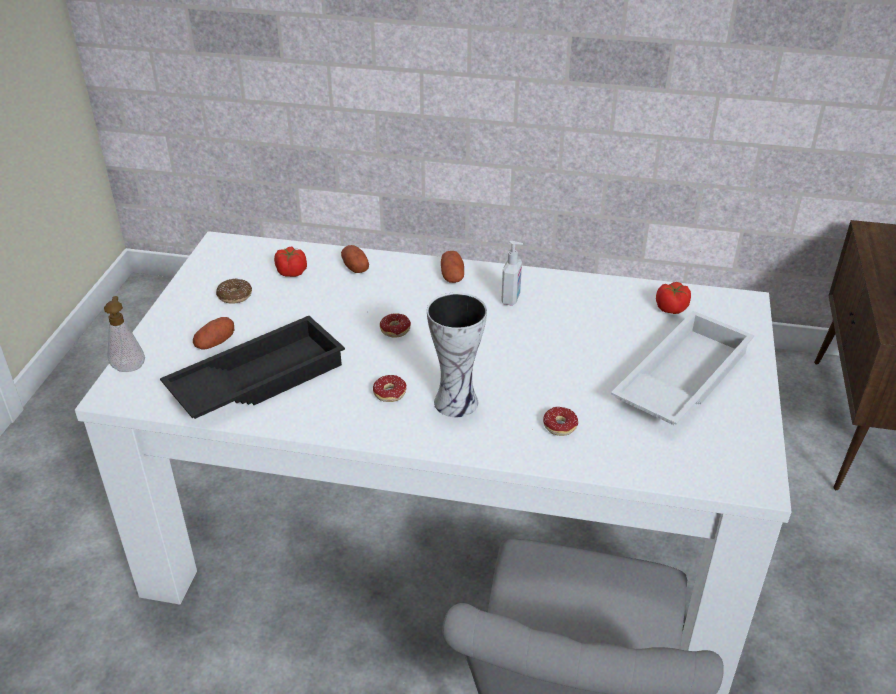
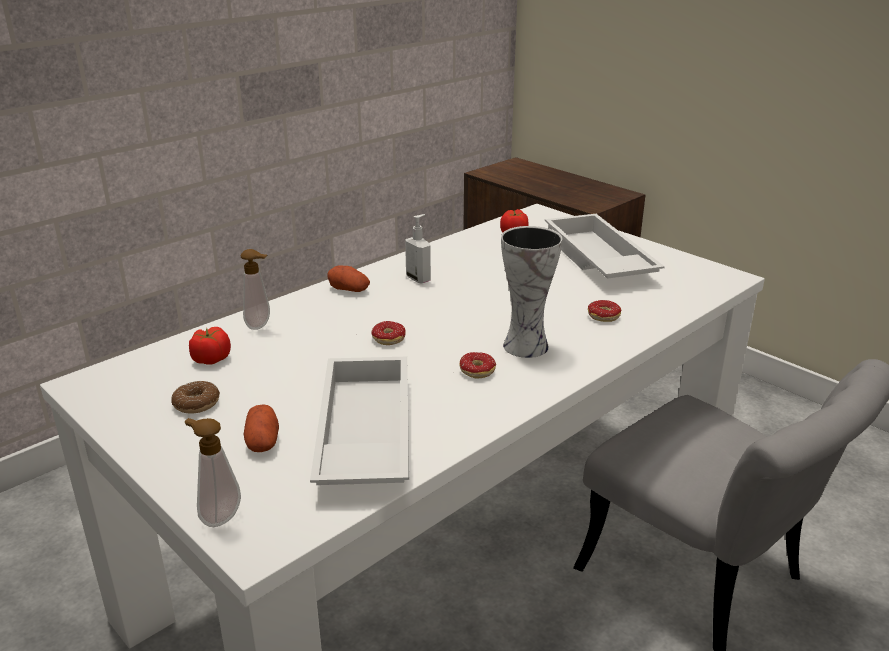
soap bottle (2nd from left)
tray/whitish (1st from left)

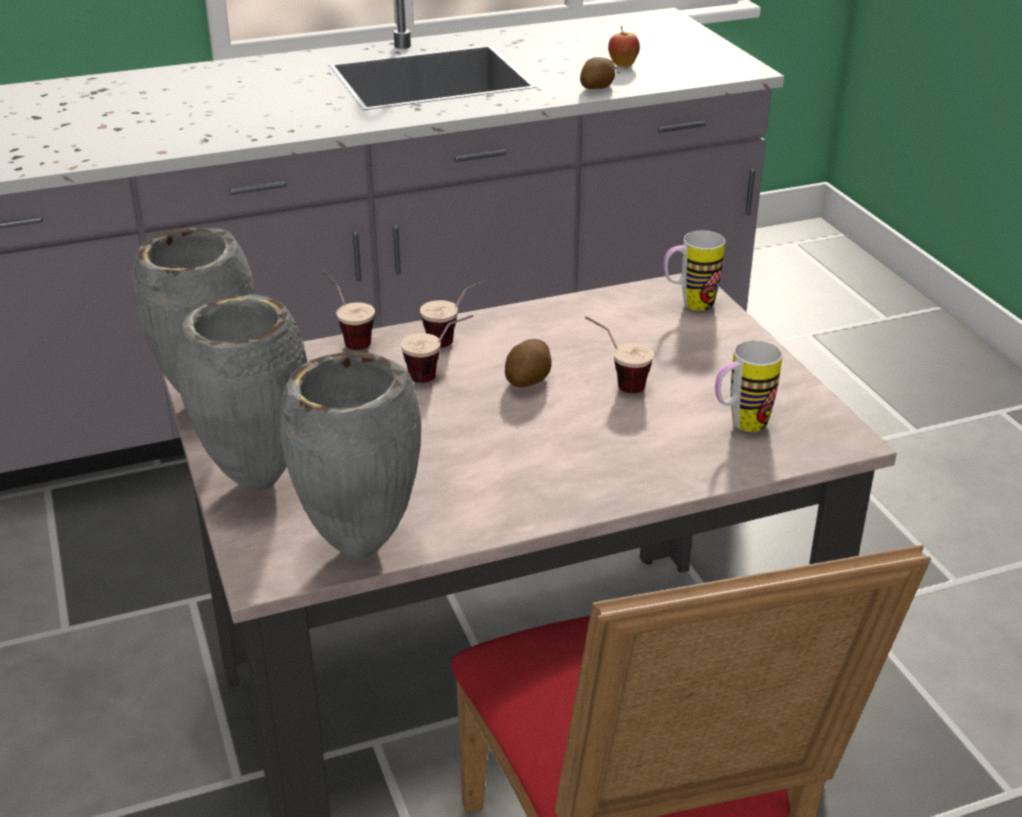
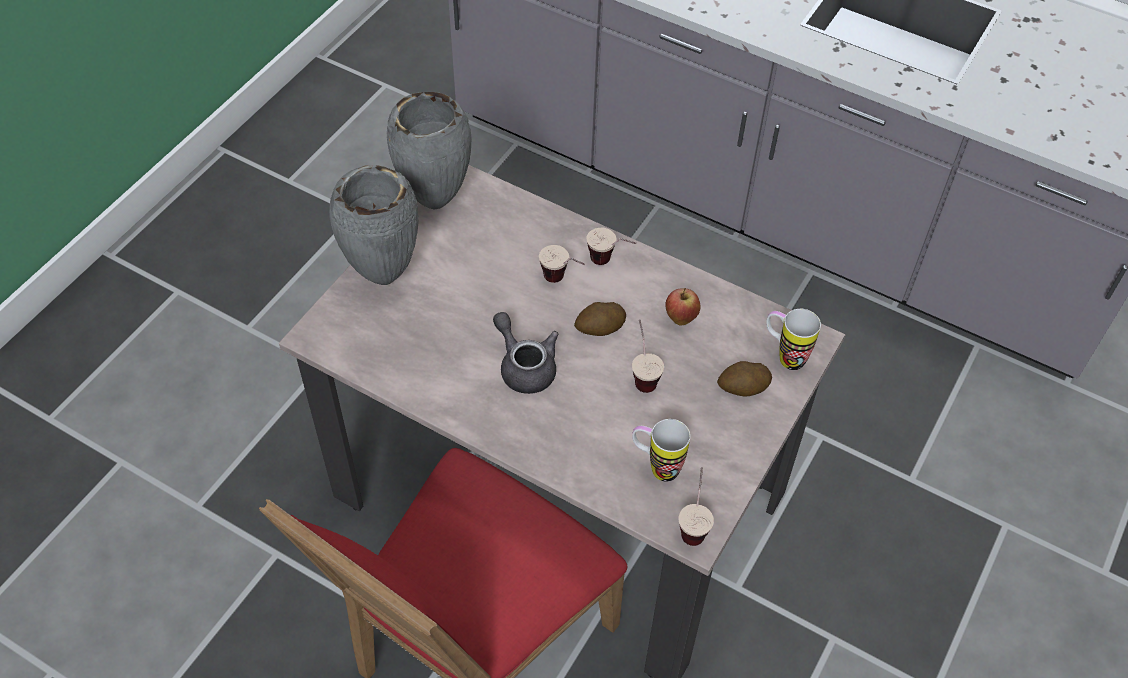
teapot/greyish
whole apple
drinking cup (4th from left)
potato (2nd from left)
vase/greyish (3rd from left in the first image)

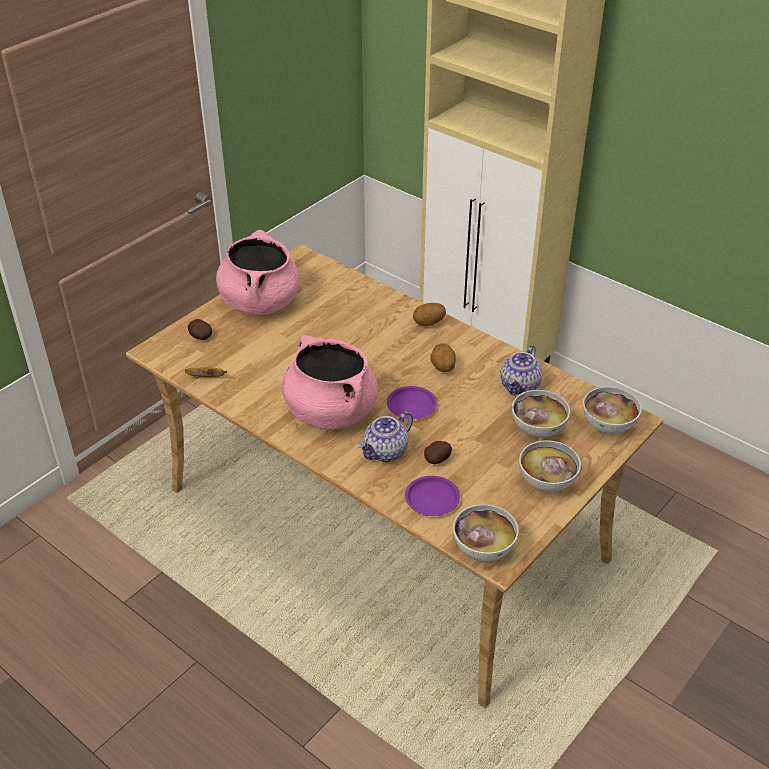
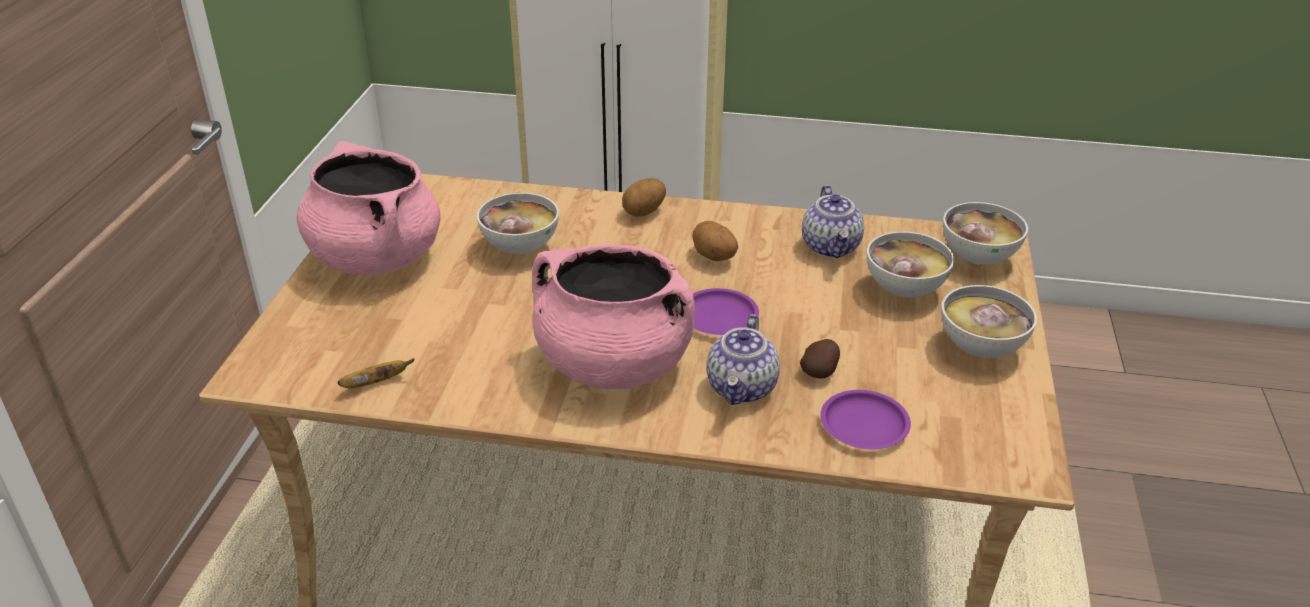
bowl (1st from left)
potato (1st from left in the first image)

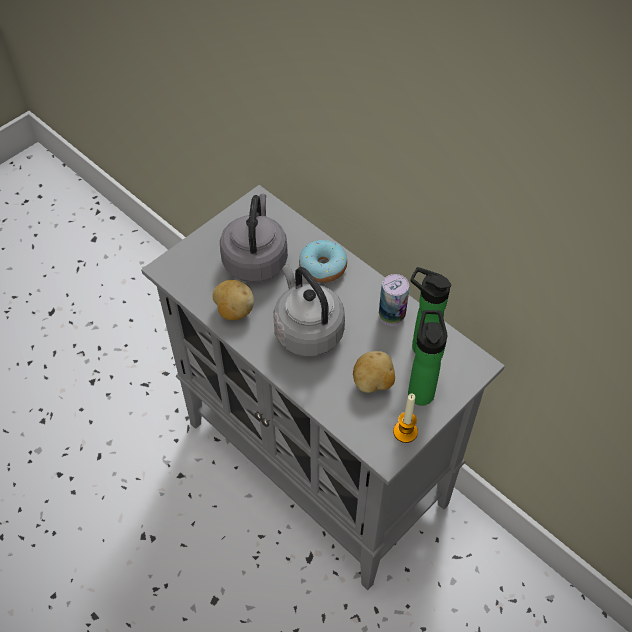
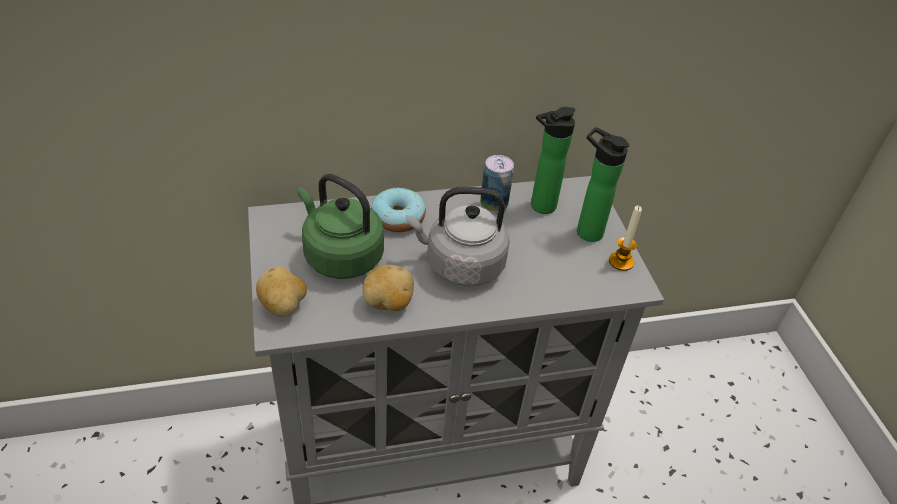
potato (1st from left)
kettle/green

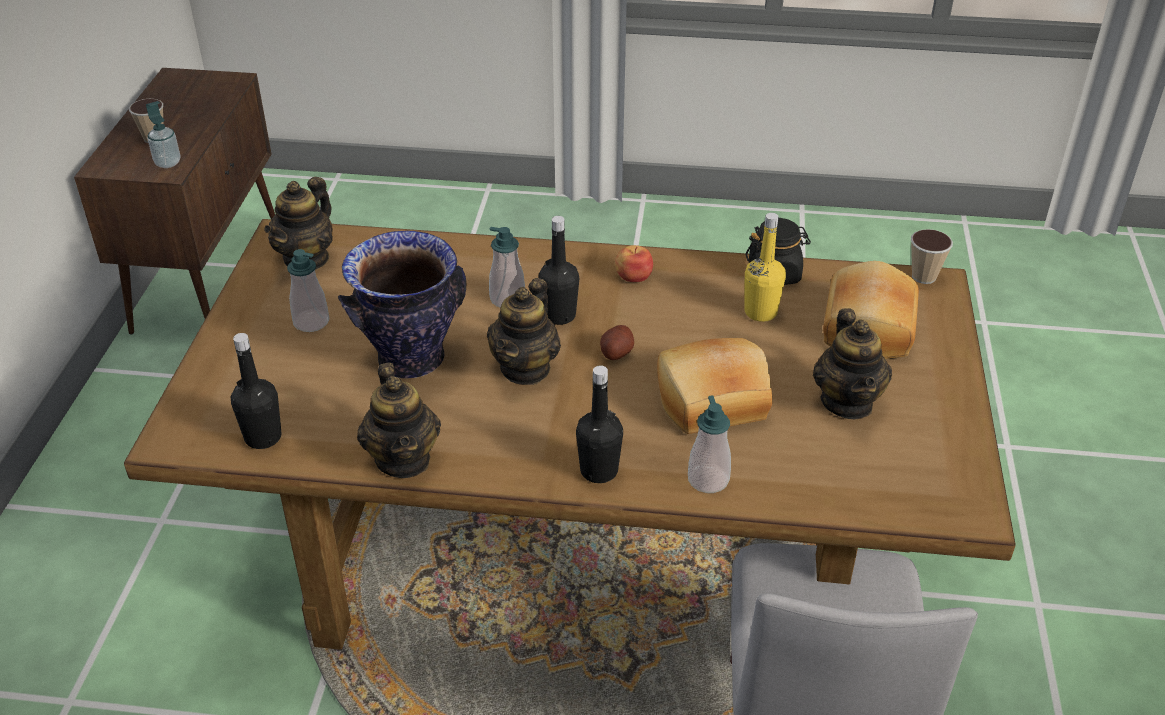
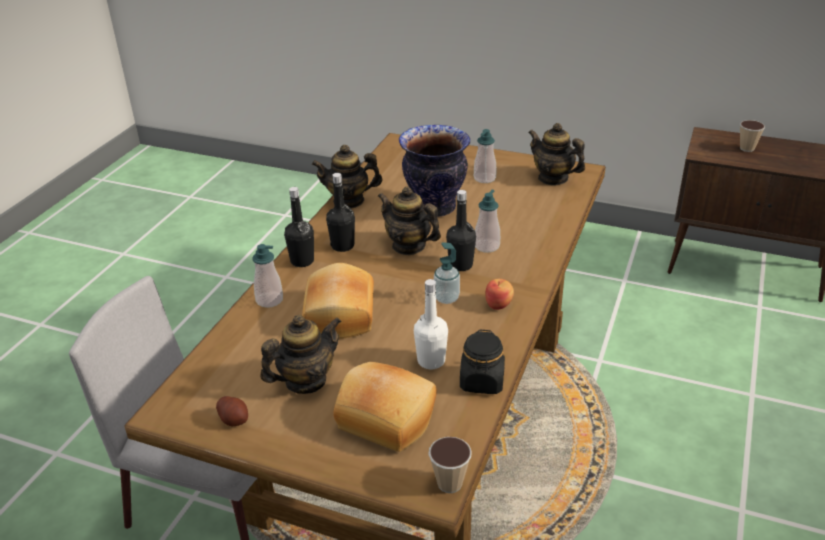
potato
teapot (1st from left)
drink bottle/black-coloured (2nd from left)
drink bottle/whitish
soap bottle (2nd from left)

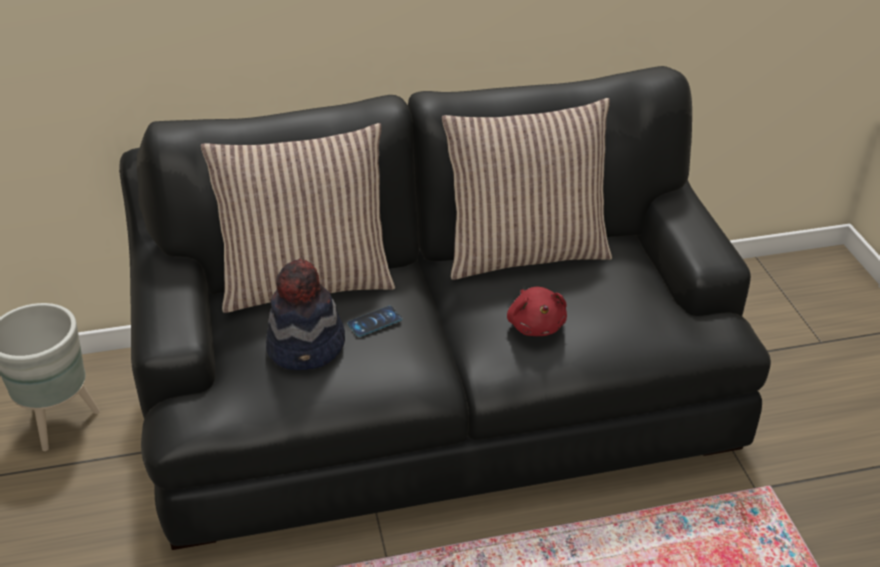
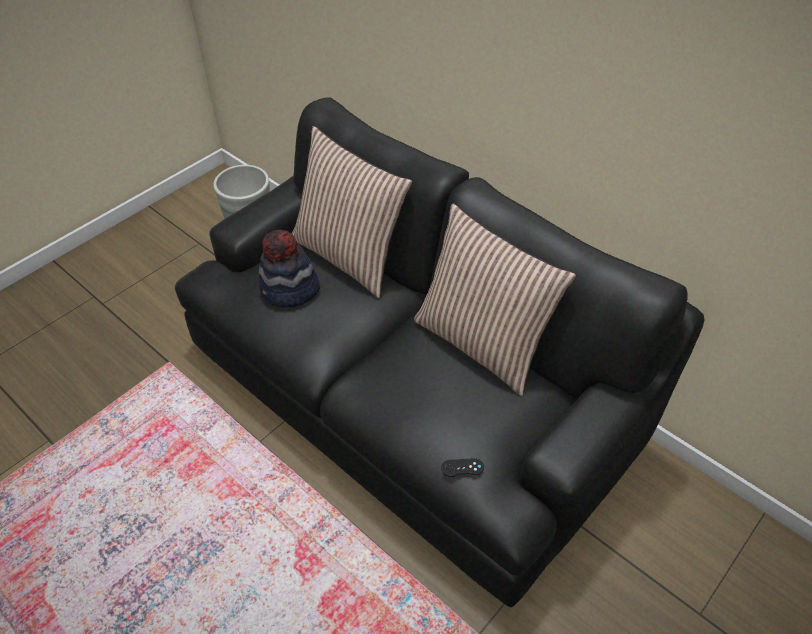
gamepad/black-coloured
phone
plush toy/red

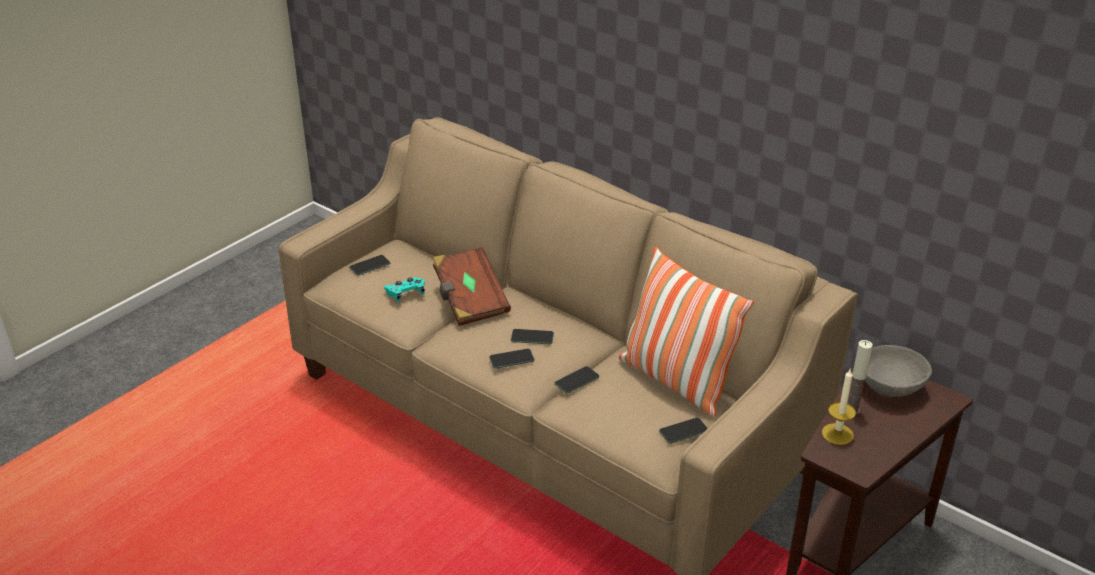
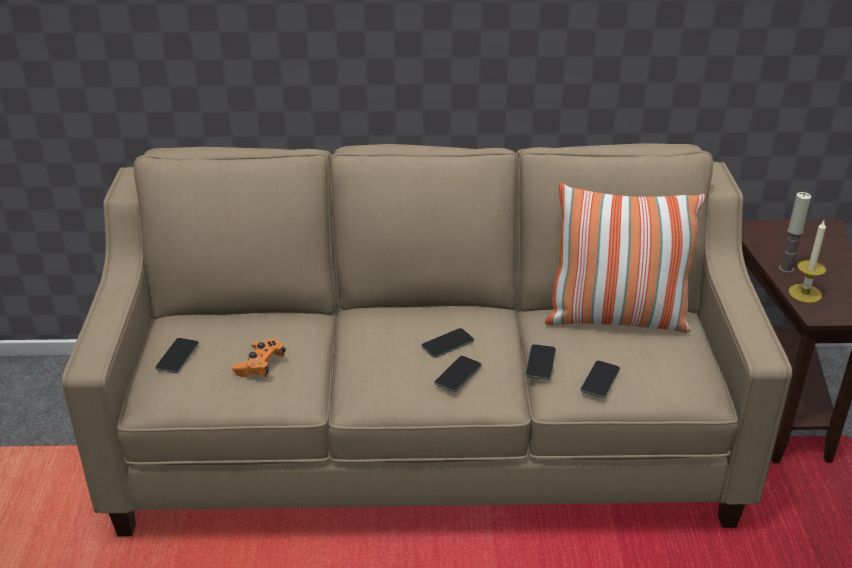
gamepad/orangey
phone (5th from left)
book/brown
bowl/greyish

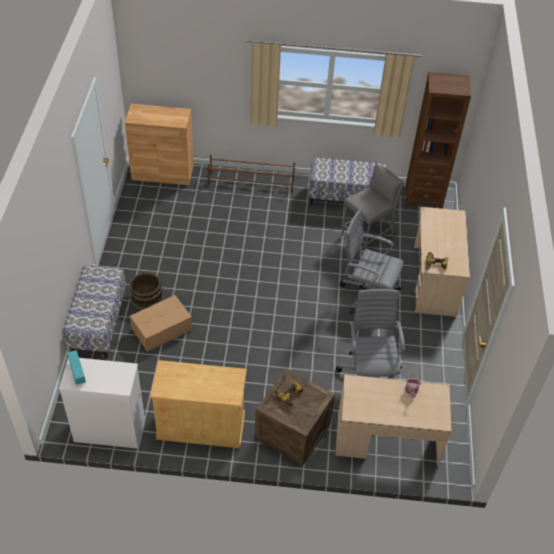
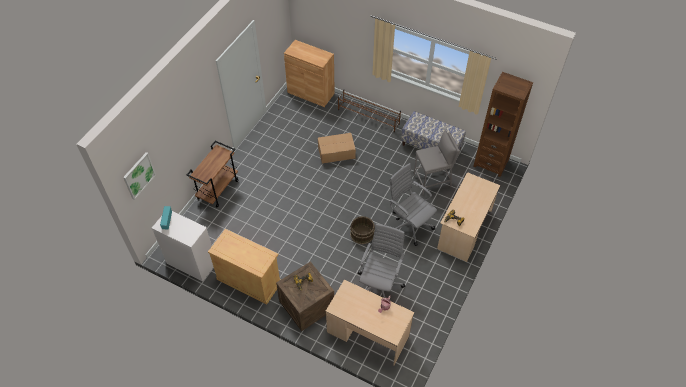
wall art
wheeled cart/brown
packing box
pail/brown

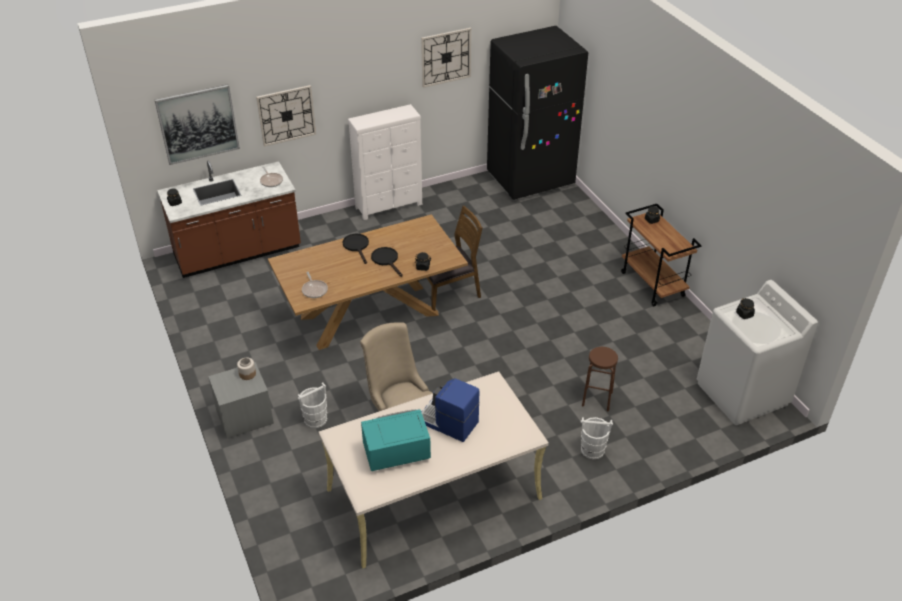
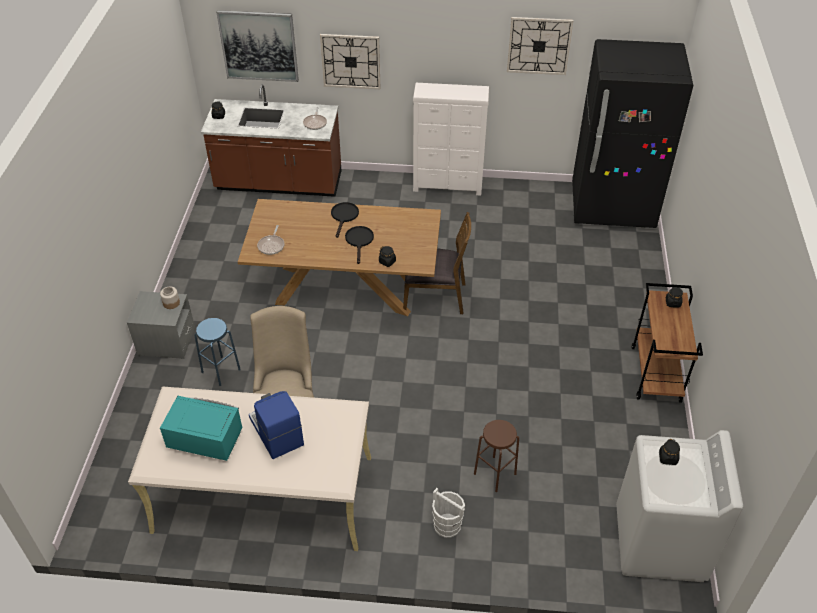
sitting stool/blue-coloured

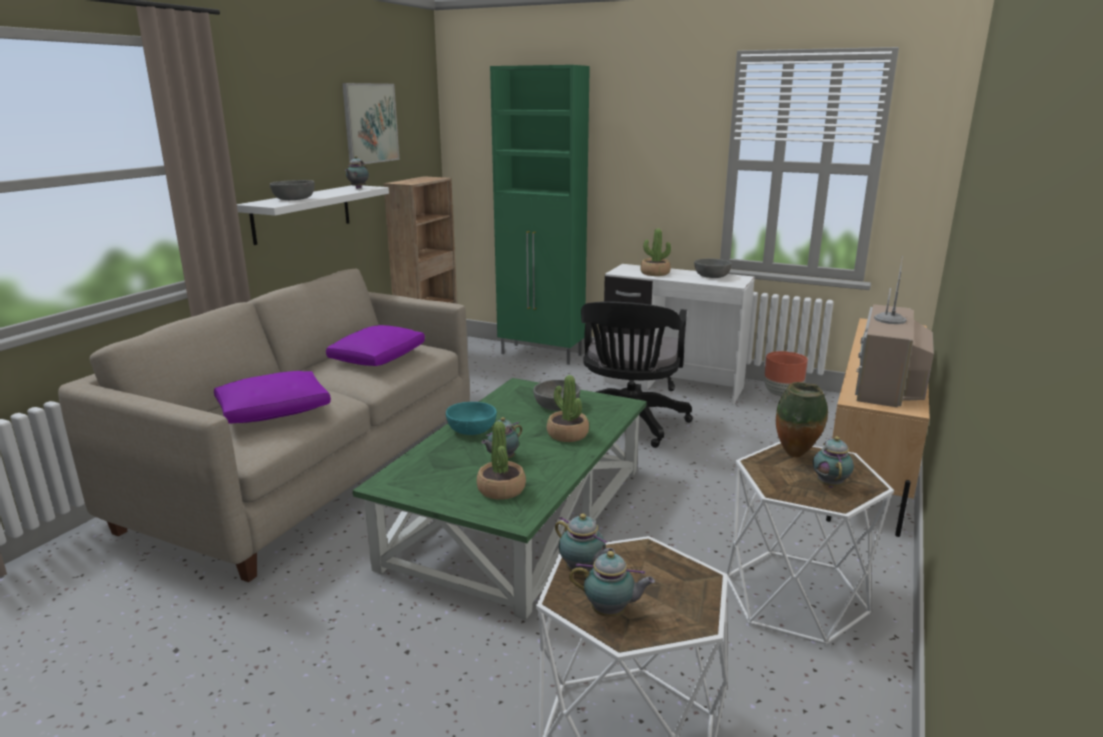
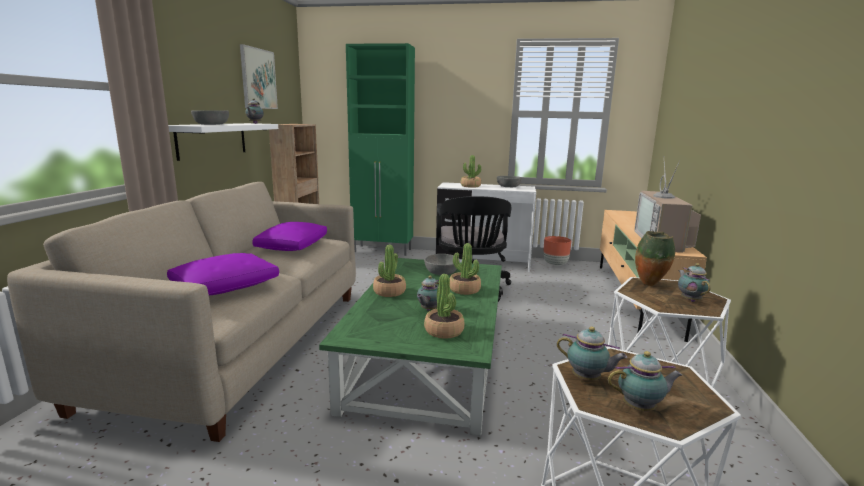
houseplant (1st from left)

